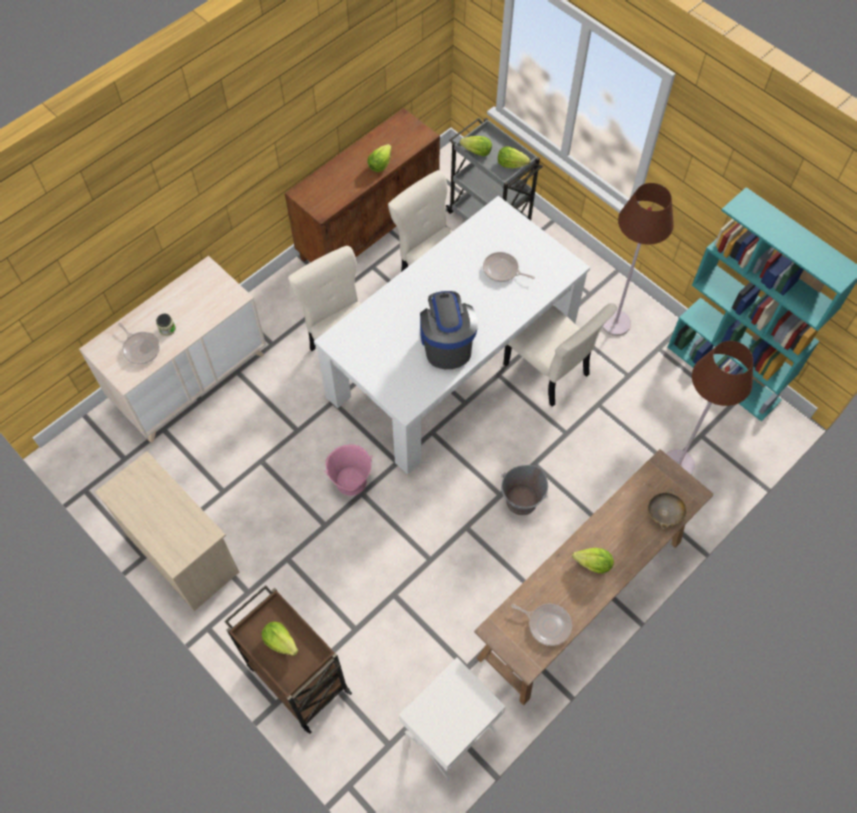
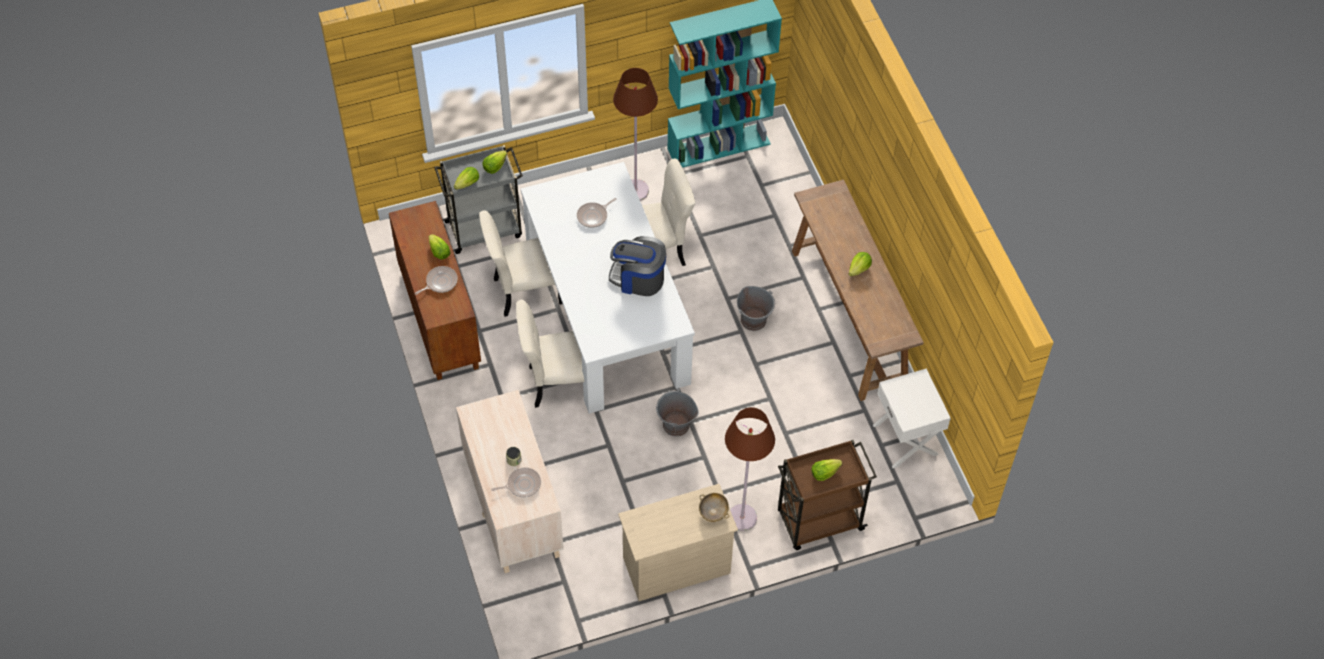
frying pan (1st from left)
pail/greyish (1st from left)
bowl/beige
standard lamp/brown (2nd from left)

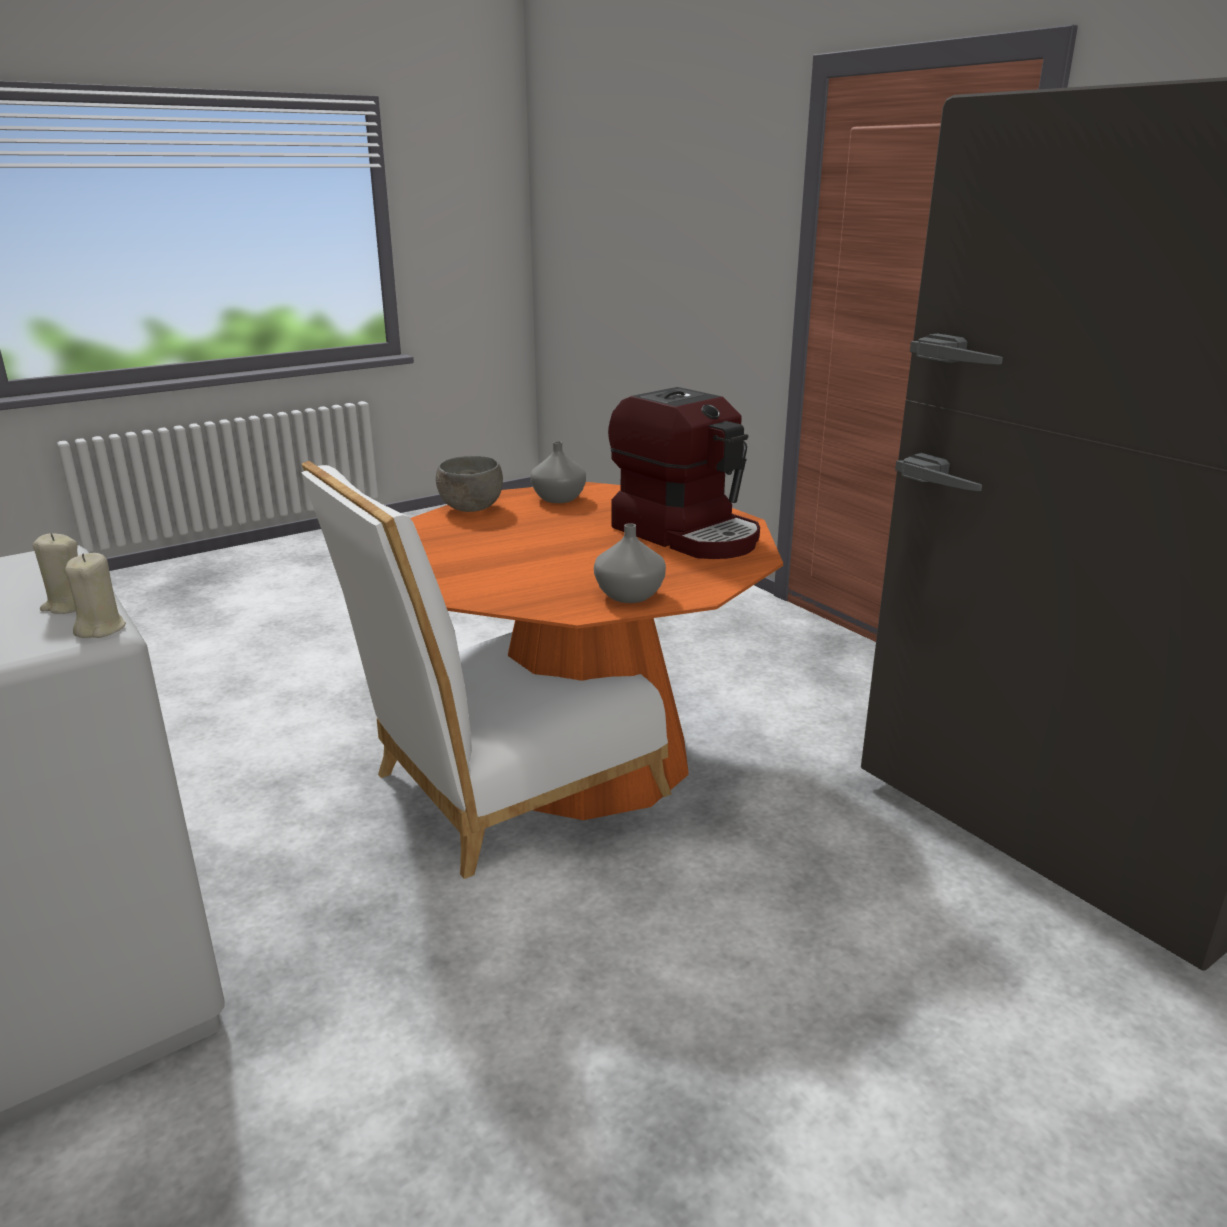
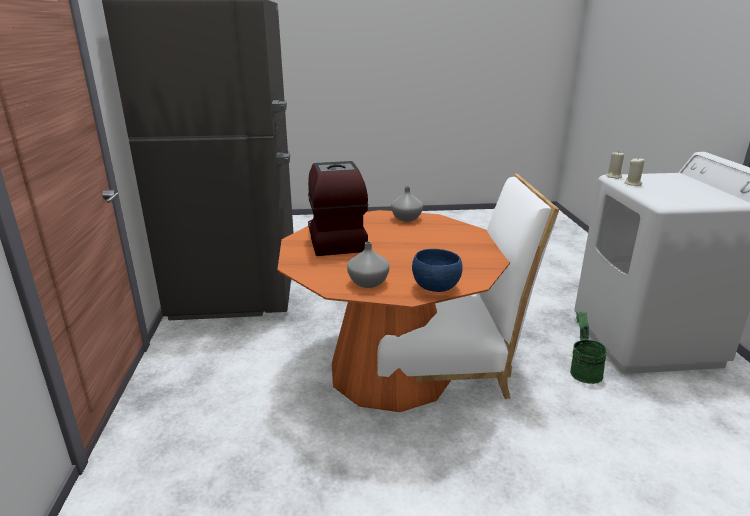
bowl/blue-coloured
pail/green

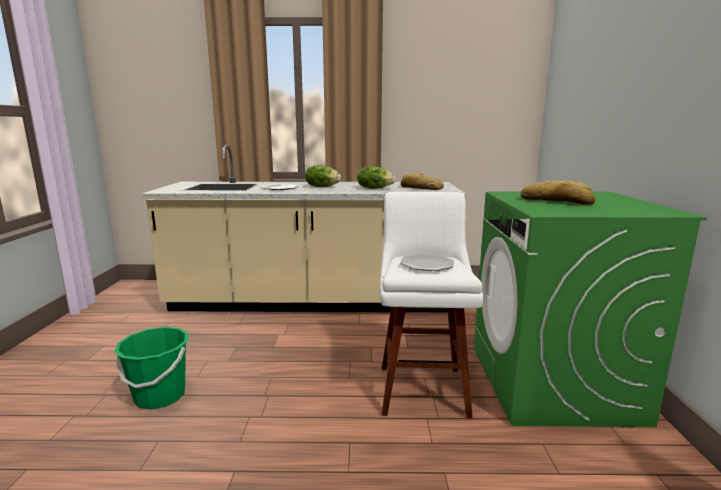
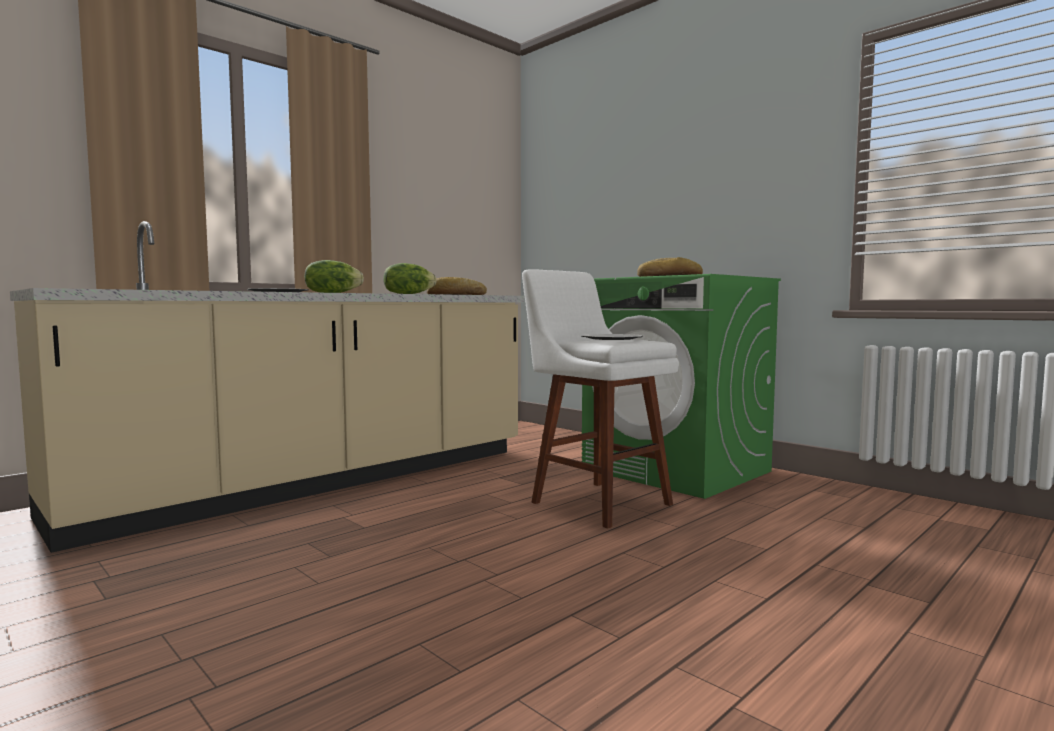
pail/green

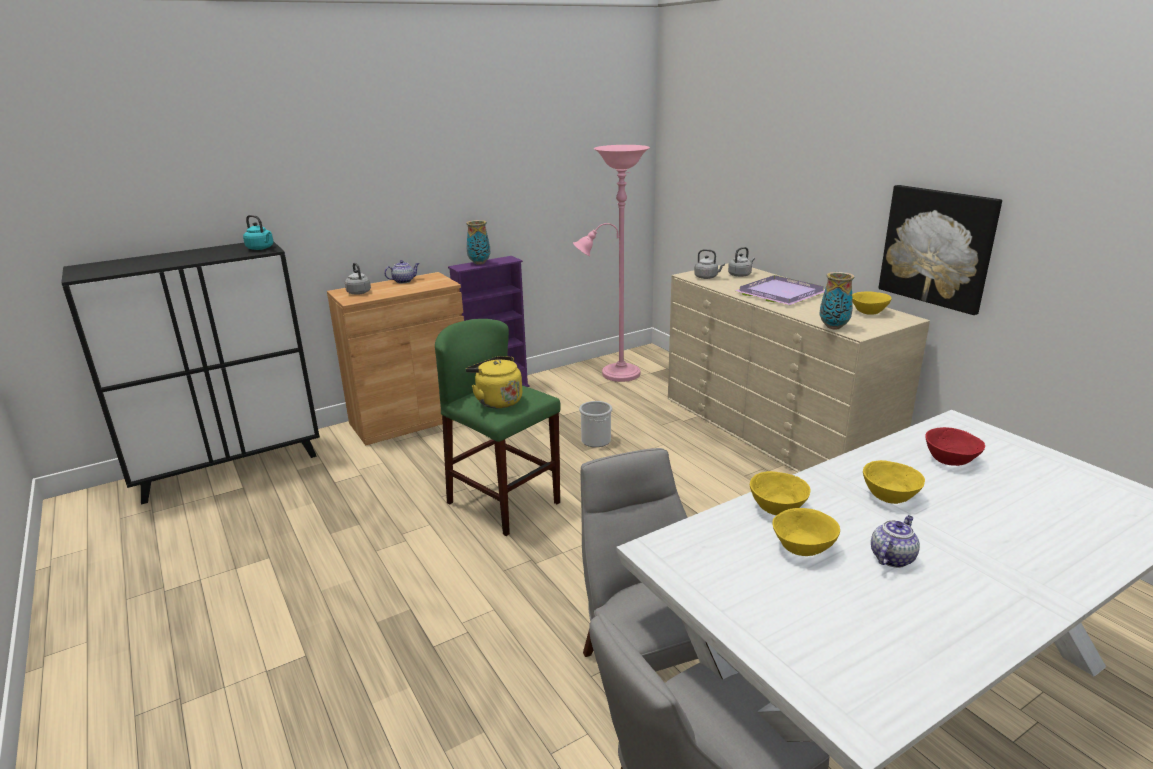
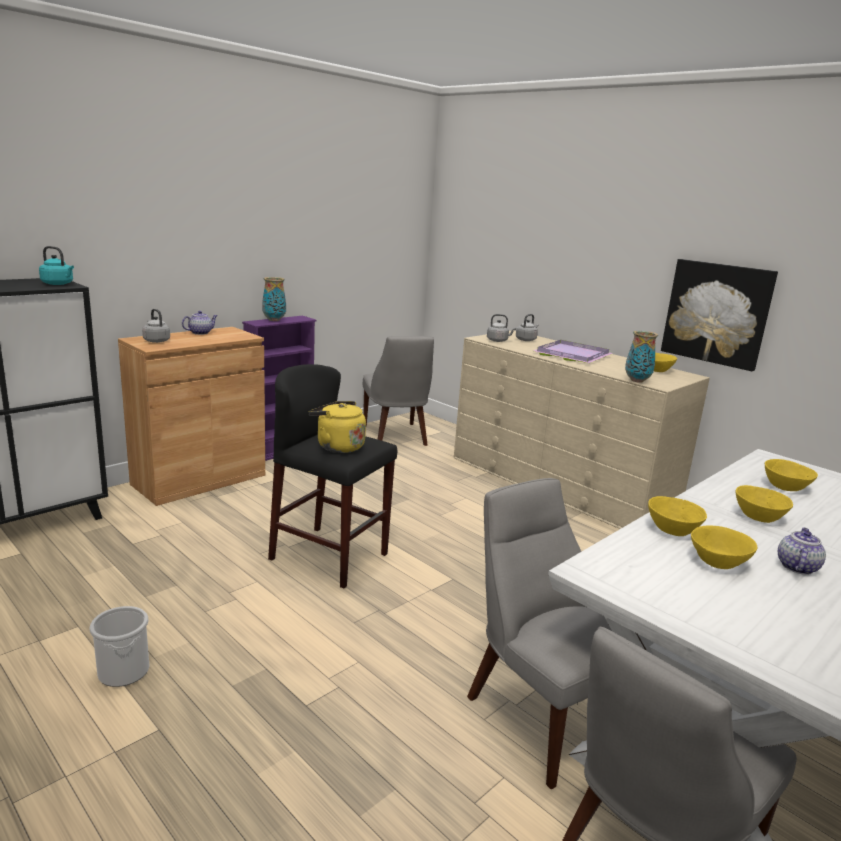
pail
sitting stool/black-coloured
chair/greyish (1st from left)
bowl/yellow-coloured (5th from left)

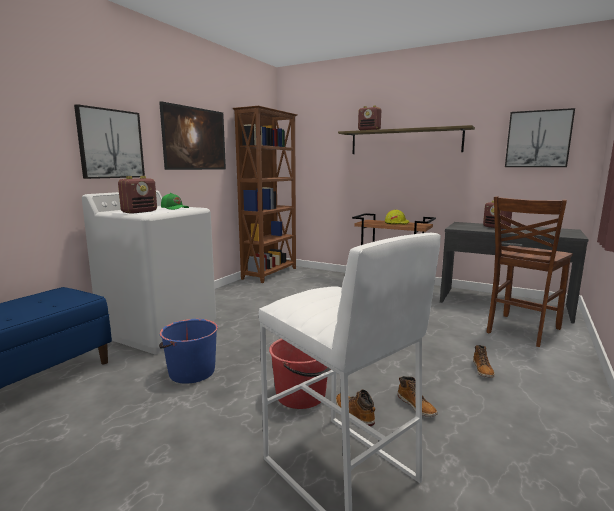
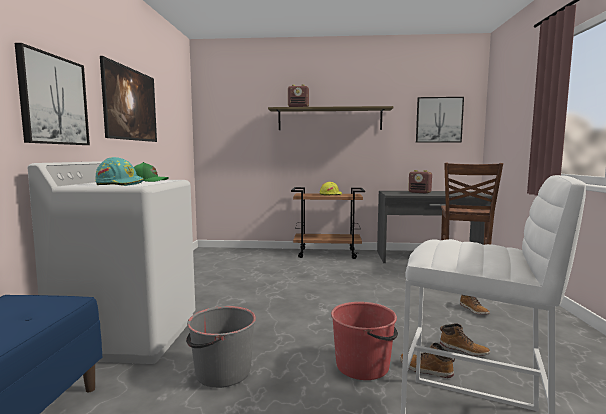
hard hat/turquoise
pail/greyish
shelving unit/brown

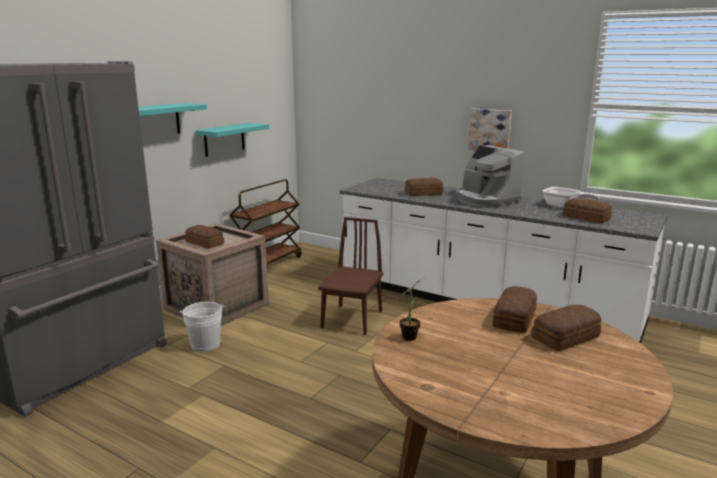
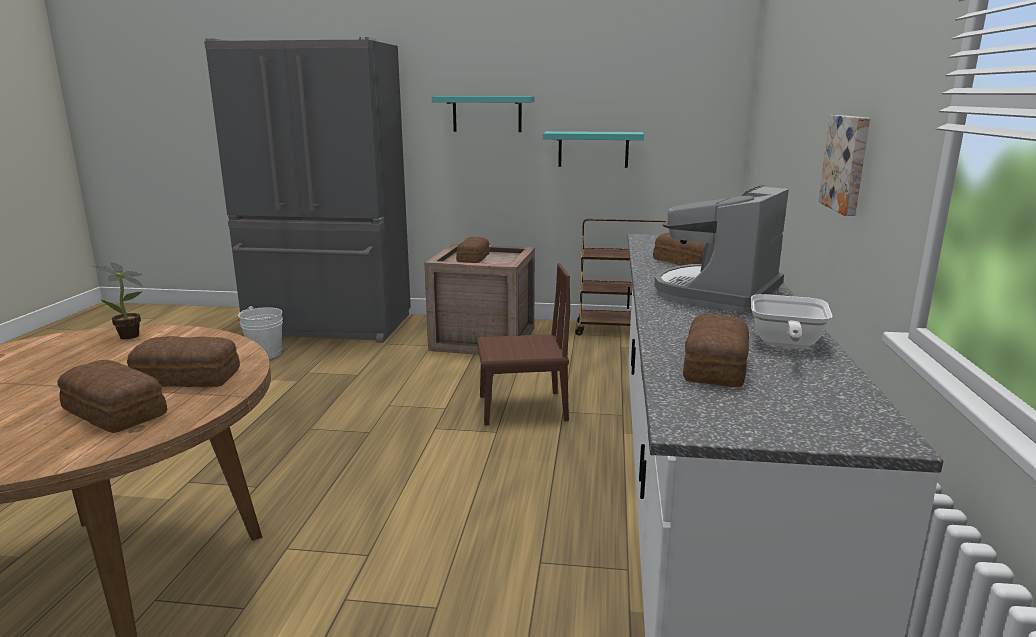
pail/whitish

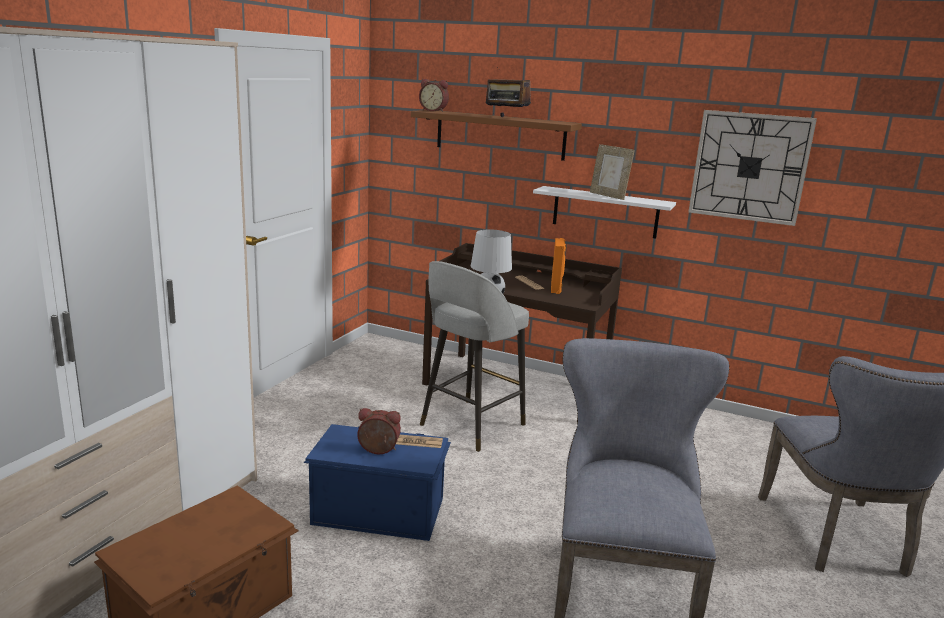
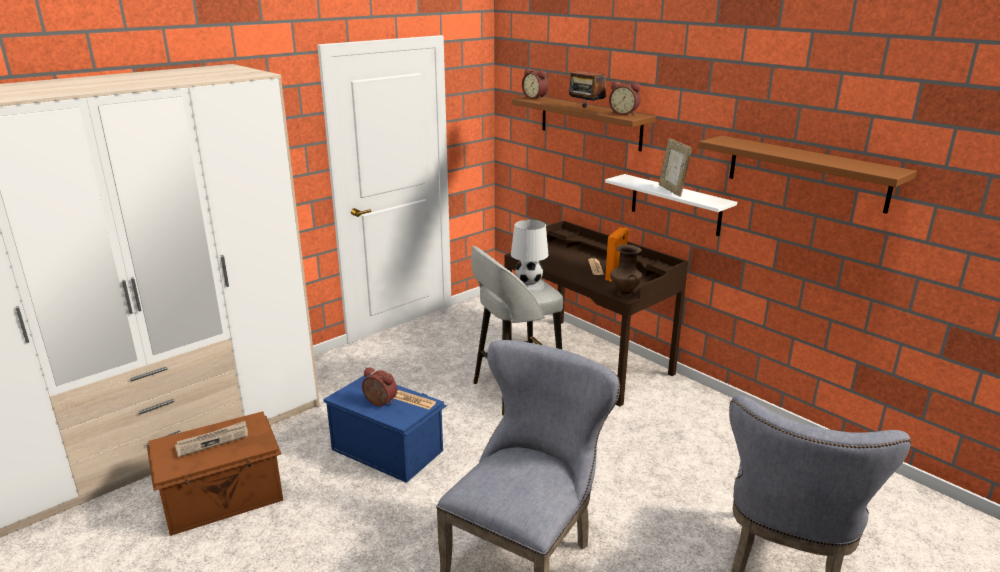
daily paper (1st from left)
table clock (3rd from left)
vase/brown
wall shelf/brown (2nd from left)

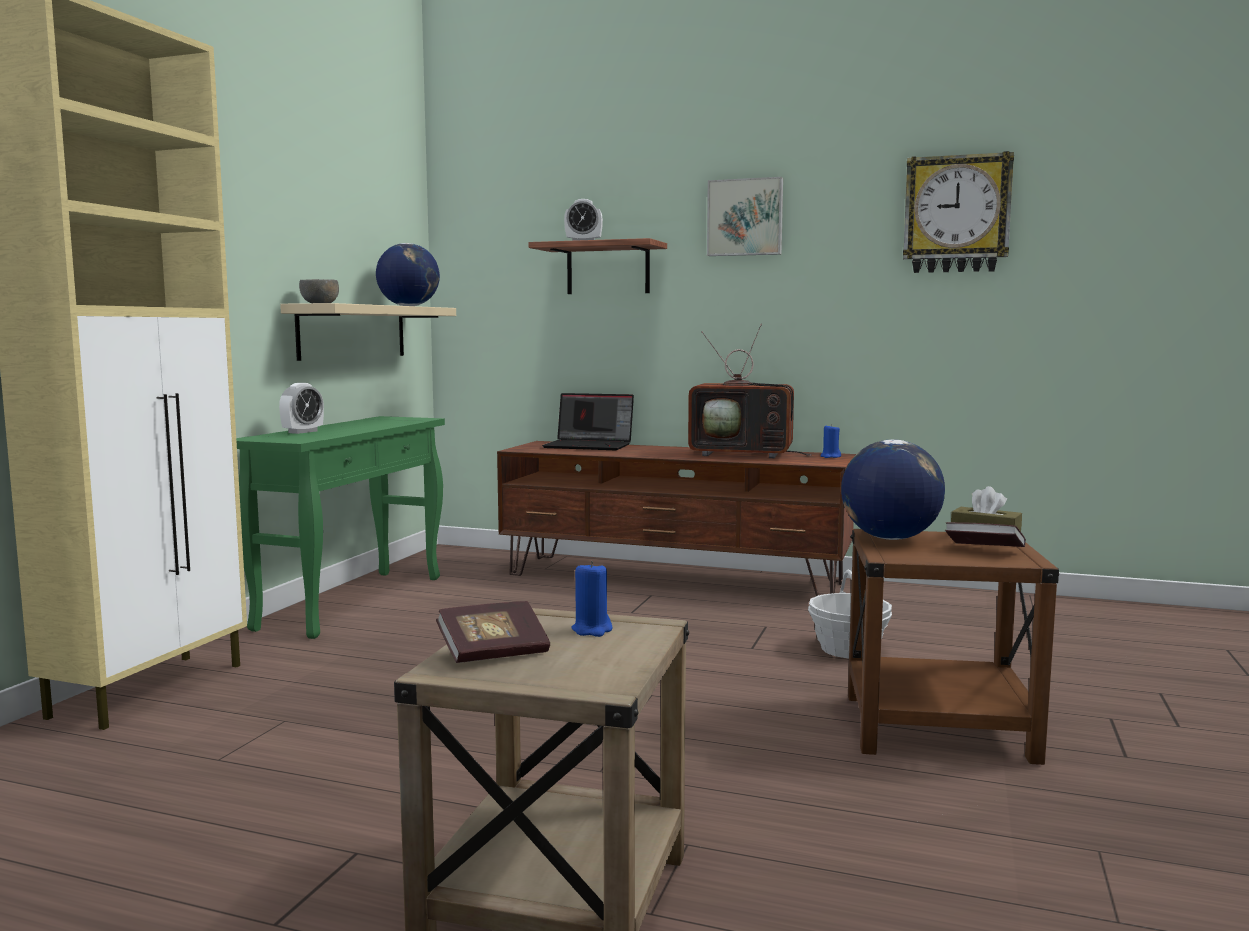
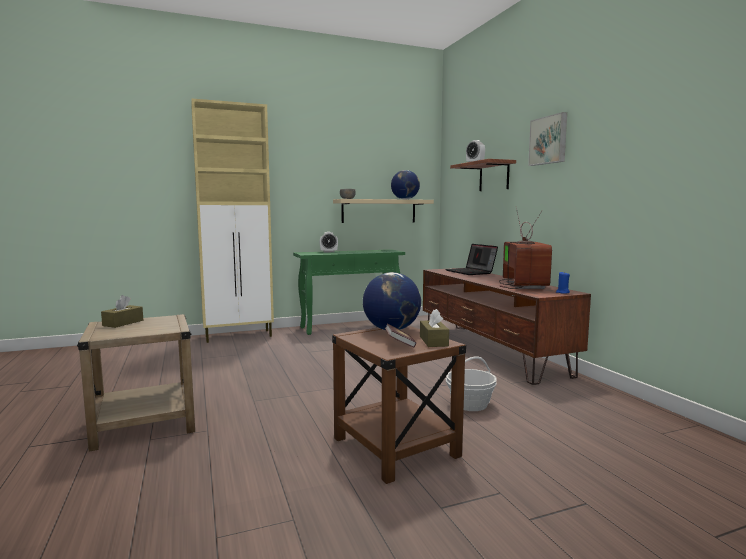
box of tissues/brown (1st from left)
television
wax light/blue-coloured (1st from left in the first image)
hanging clock

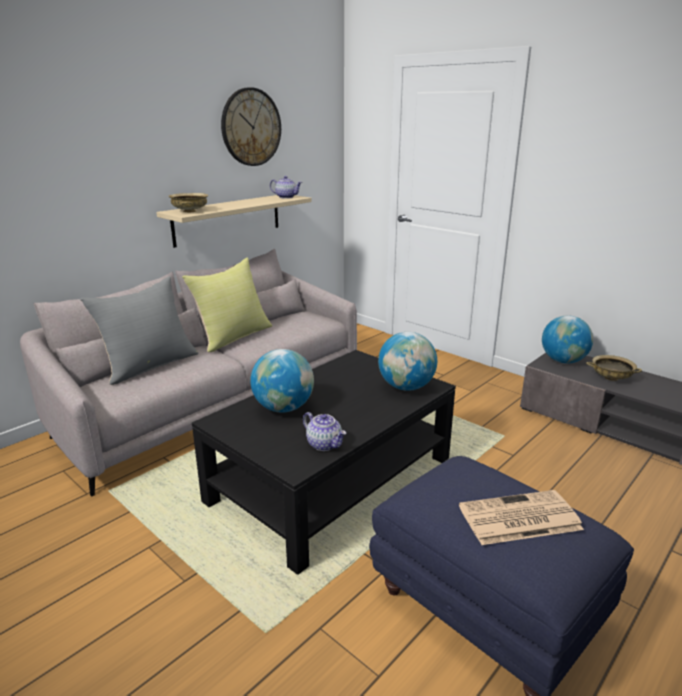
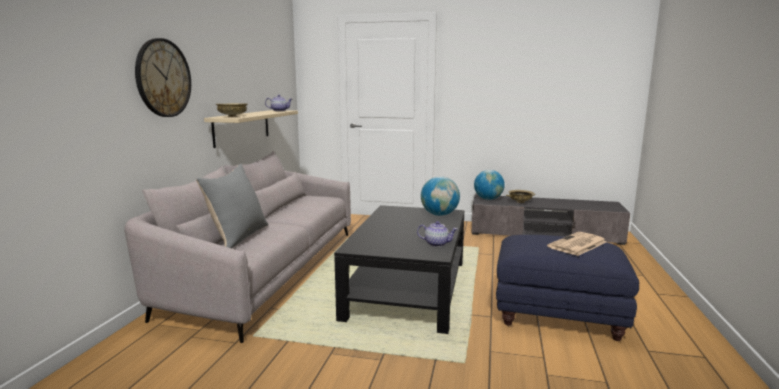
hanging clock
throw pillow/yellow-coloured
desk globe (1st from left in the first image)

